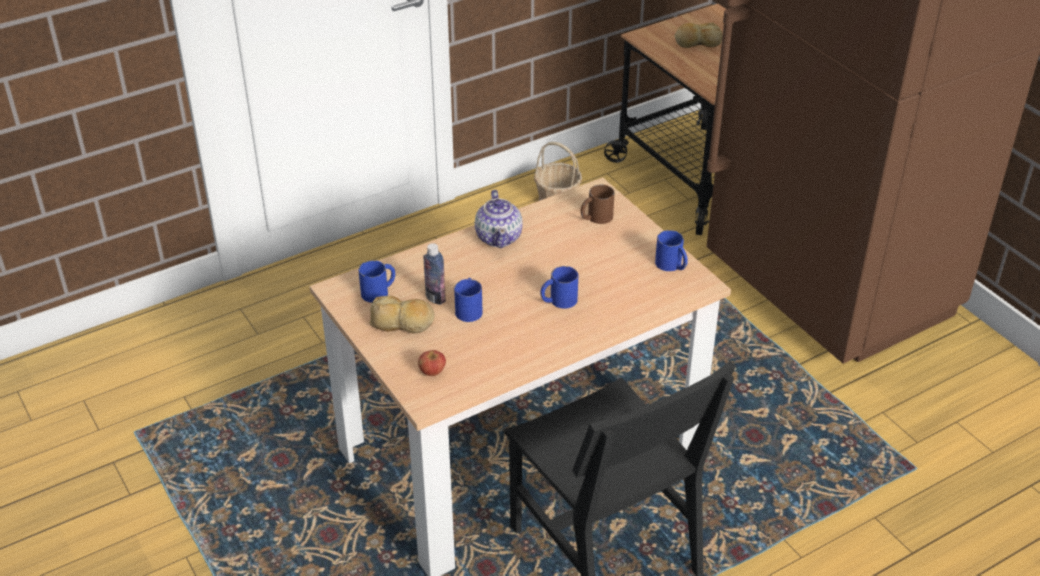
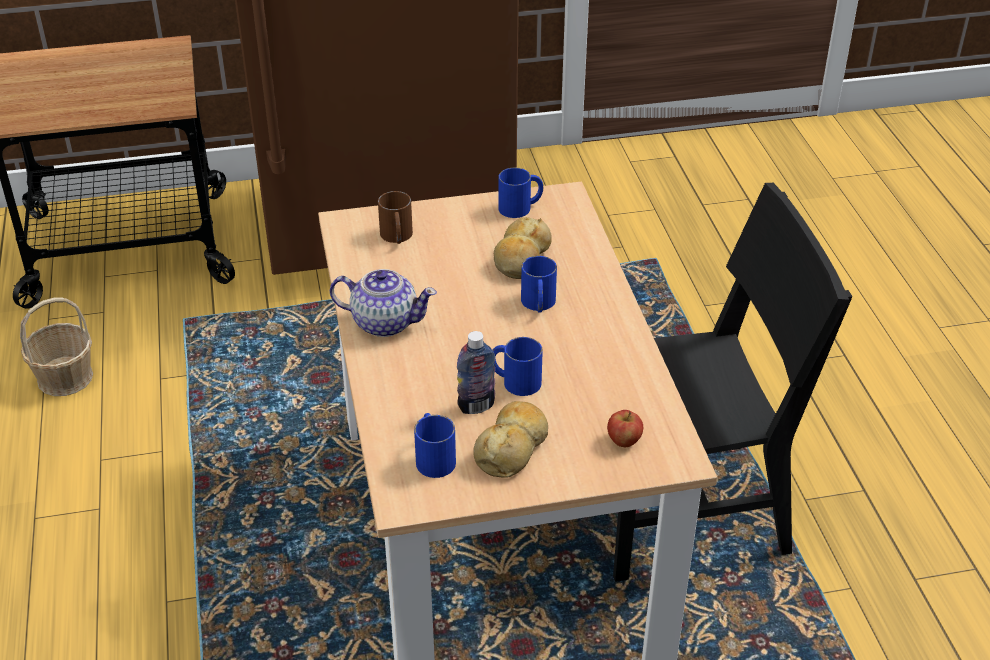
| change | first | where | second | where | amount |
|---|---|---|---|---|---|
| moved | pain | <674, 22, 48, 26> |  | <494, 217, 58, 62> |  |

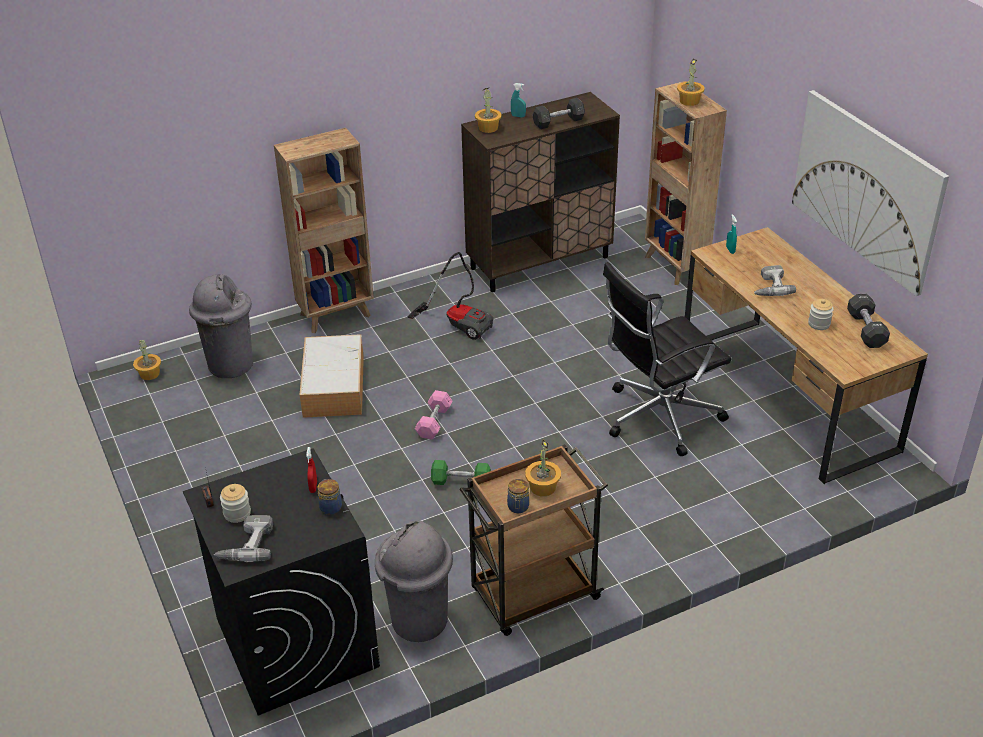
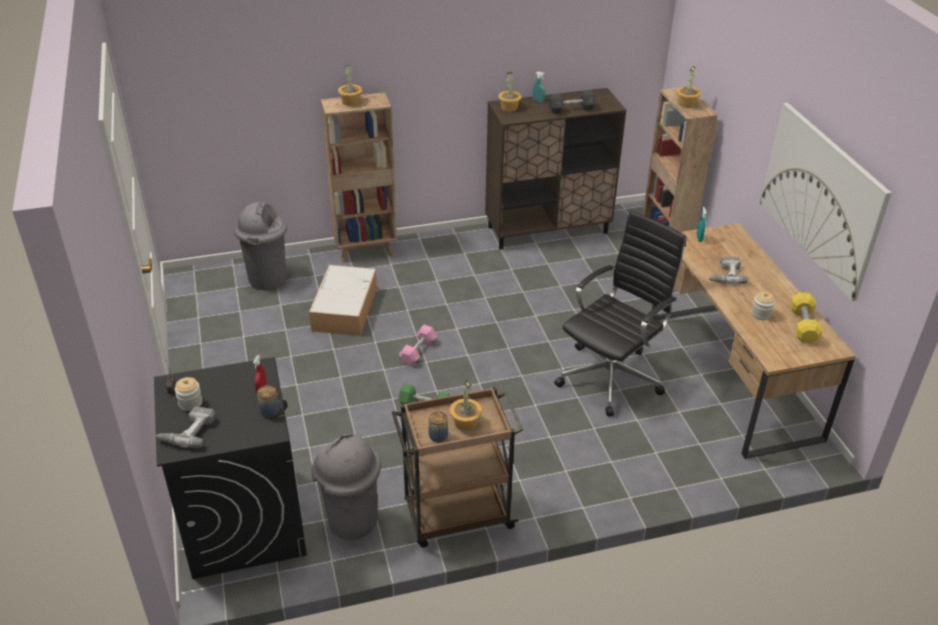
| change | first | where | second | where | amount |
|---|---|---|---|---|---|
| removed | aspirateur | <407, 252, 86, 88> |  |  |  |
| moved | plante en pot | <133, 340, 28, 40> |  | <338, 65, 24, 41> |  |
| recoloured | haltère [noir] | <847, 294, 43, 54> | haltère [jaune] | <790, 292, 32, 51> |  |
| turned | chaise de bureau [noir] | <603, 262, 128, 194> |  | <554, 211, 133, 206> | 150 degrees clockwise |

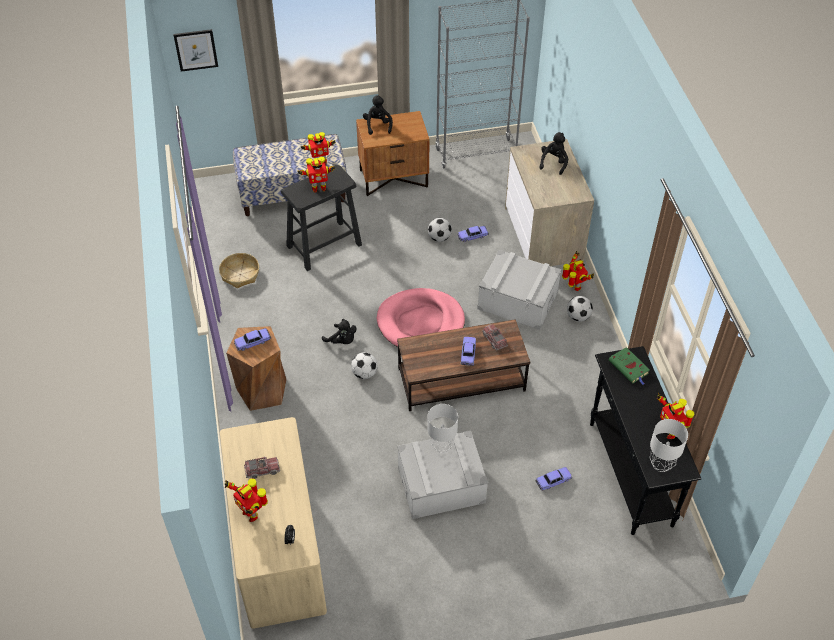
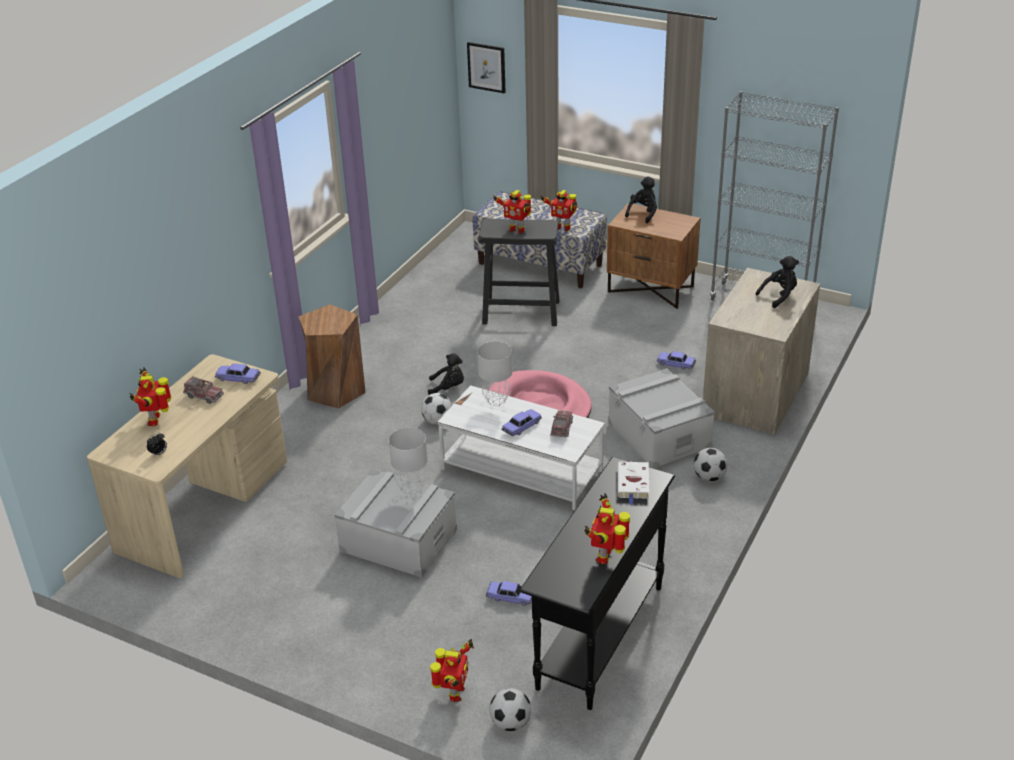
| change | first | where | second | where | amount |
|---|---|---|---|---|---|
| removed | panier | <219, 253, 40, 35> |  |  |  |
| moved | petite voiture | <234, 328, 37, 23> |  | <215, 363, 46, 21> |  |
| moved | ballon de foot | <428, 218, 24, 24> |  | <489, 688, 42, 43> |  |
| moved | robot jouet | <562, 251, 32, 40> |  | <430, 639, 44, 63> |  |
| moved | lampe de table [gris] | <649, 419, 39, 53> |  | <477, 341, 36, 65> |  |
| recoloured | table basse [marron] | <397, 319, 133, 92> | table basse [blanc] | <437, 385, 168, 125> |  |
| recoloured | livre [vert] | <609, 347, 41, 38> | livre [blanc] | <618, 461, 32, 44> |  |
| turned | peluche [noir] | <322, 319, 34, 25> |  | <428, 354, 36, 41> | 75 degrees counterclockwise |

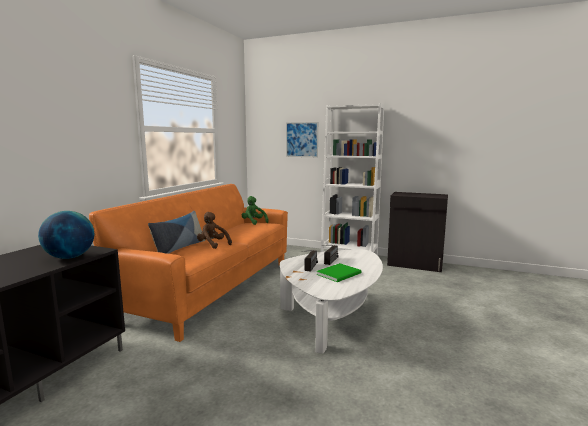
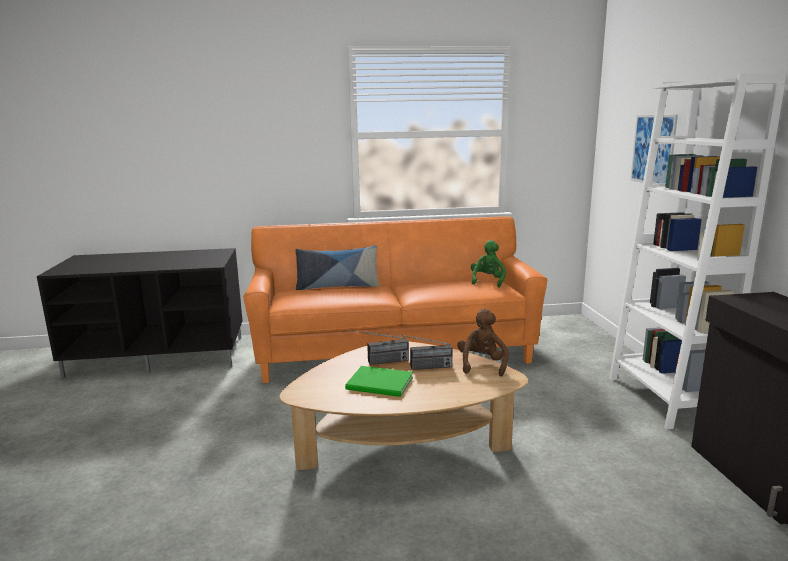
| change | first | where | second | where | amount |
|---|---|---|---|---|---|
| removed | globe | <38, 211, 56, 48> |  |  |  |
| moved | peluche [marron] | <197, 212, 35, 37> |  | <457, 309, 52, 68> |  |
| recoloured | table basse [blanc] | <280, 249, 103, 105> | table basse [marron] | <280, 341, 248, 129> |  |

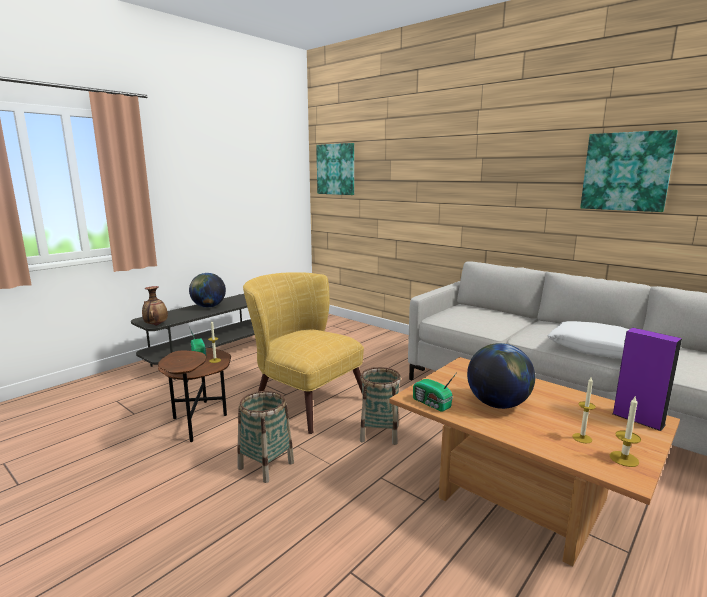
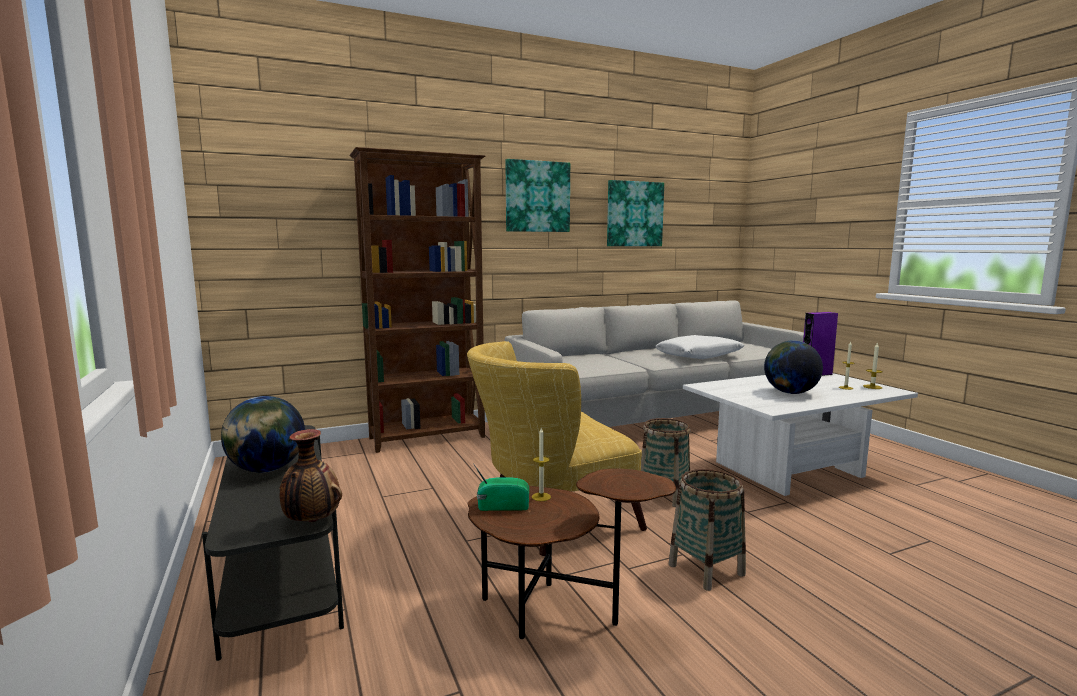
| change | first | where | second | where | amount |
|---|---|---|---|---|---|
| removed | radio | <413, 374, 43, 38> |  |  |  |
| added |  |  | bibliothèque [marron] | <349, 147, 136, 306> |  |
| moved | tableau | <316, 143, 38, 52> |  | <505, 159, 65, 73> |  |
| recoloured | table basse [marron] | <389, 357, 291, 210> | table basse [blanc] | <683, 373, 235, 123> |  |

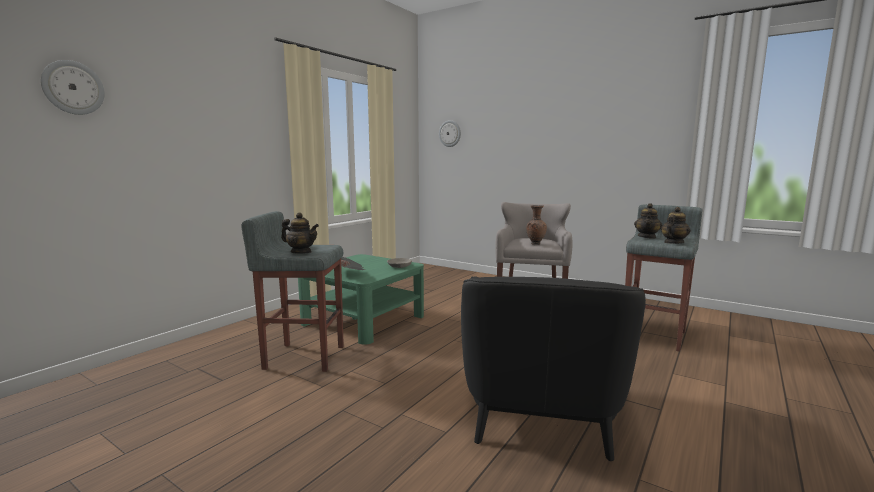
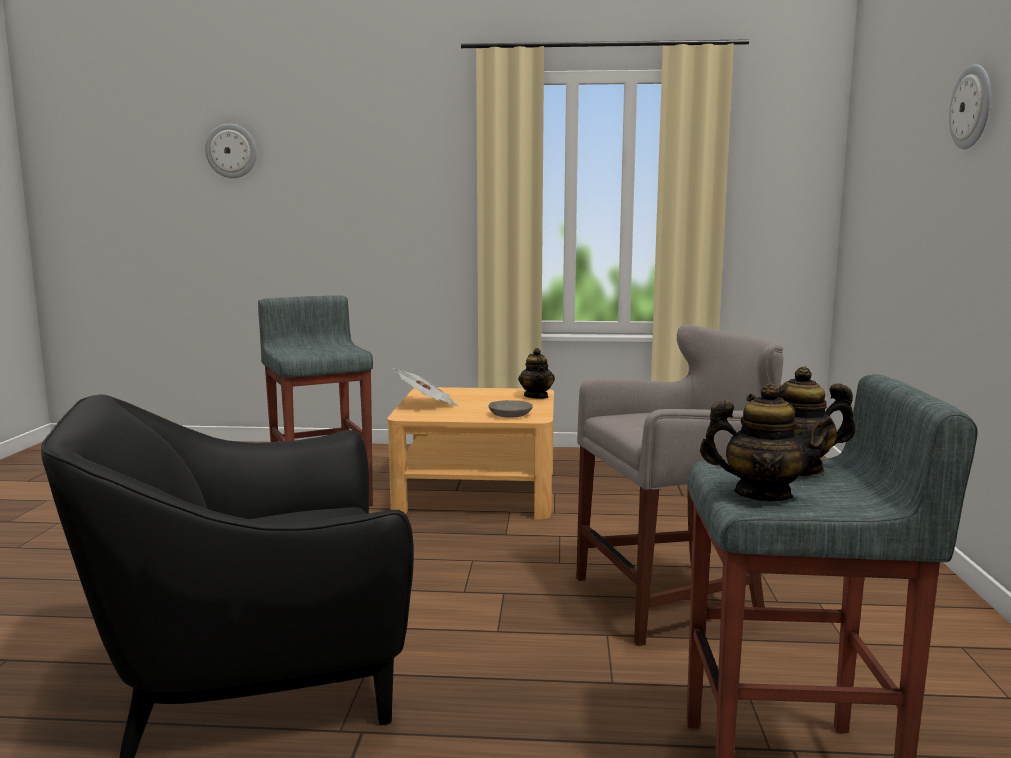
| change | first | where | second | where | amount |
|---|---|---|---|---|---|
| removed | vase [marron] | <526, 205, 21, 40> |  |  |  |
| moved | théière | <281, 213, 38, 41> |  | <518, 348, 37, 51> |  |
| moved | horloge murale | <439, 120, 22, 27> |  | <949, 64, 42, 85> |  |
| recoloured | table basse [vert] | <298, 254, 126, 91> | table basse [beige] | <387, 387, 167, 133> |  |

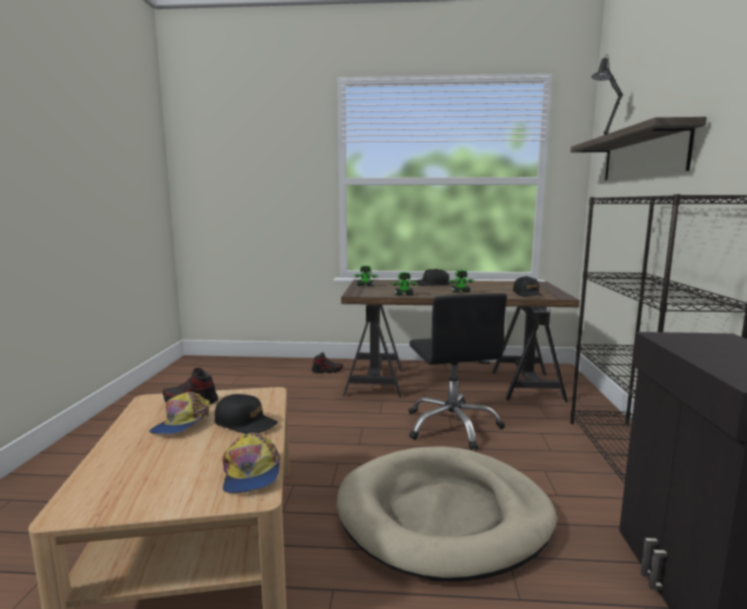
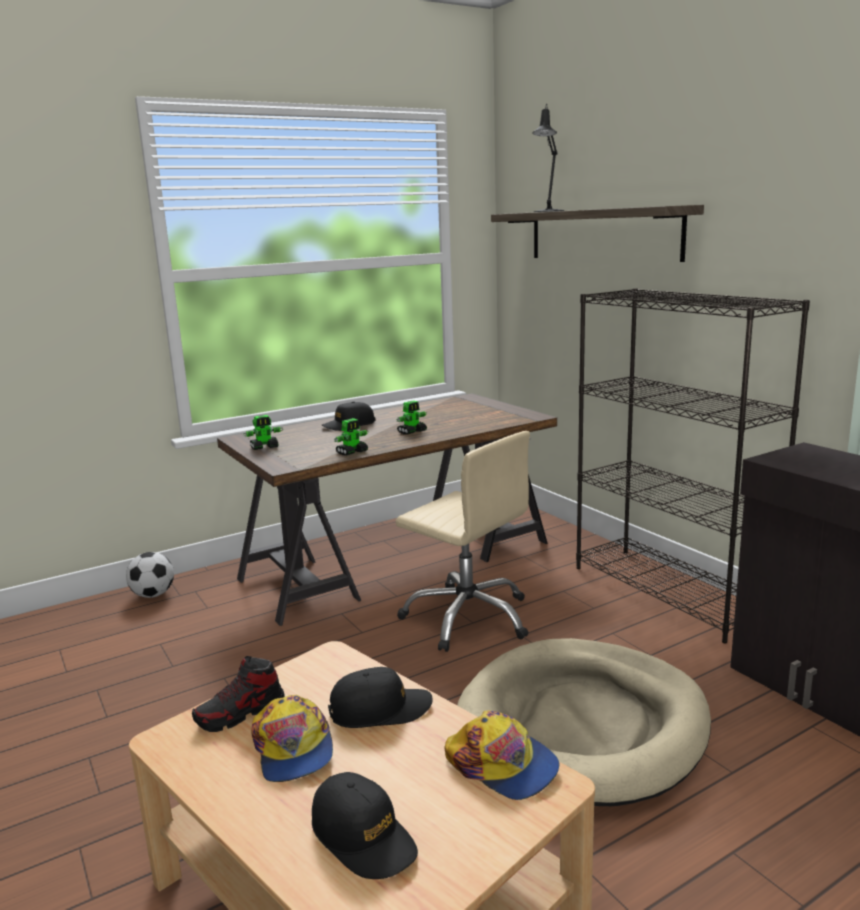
| change | first | where | second | where | amount |
|---|---|---|---|---|---|
| removed | chaussure | <312, 353, 31, 20> |  |  |  |
| added |  |  | ballon de foot | <126, 552, 48, 46> |  |
| moved | casquette [noir] | <513, 276, 30, 21> |  | <312, 772, 106, 107> |  |
| recoloured | chaise de bureau [noir] | <409, 293, 98, 157> | chaise de bureau [beige] | <396, 431, 134, 221> |  |

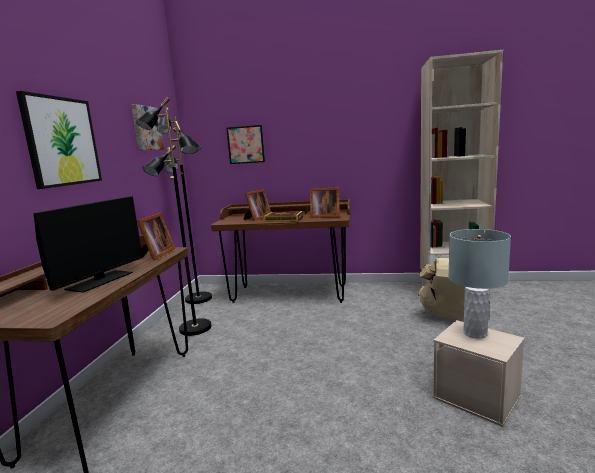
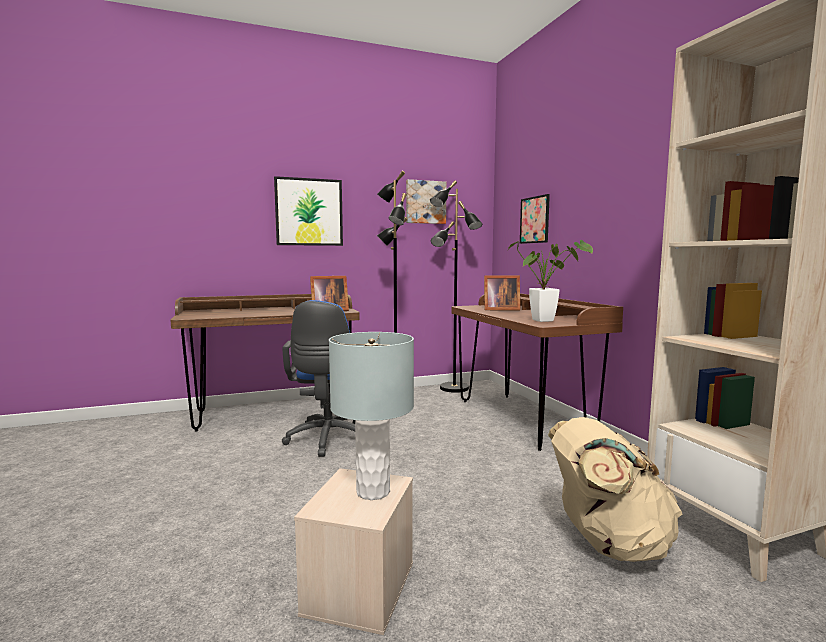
| change | first | where | second | where | amount |
|---|---|---|---|---|---|
| removed | écran d'ordinateur | <34, 196, 109, 97> |  |  |  |
| removed | livre | <264, 211, 39, 11> |  |  |  |
| added |  |  | chaise de bureau [bleu] | <282, 300, 73, 157> |  |
| replaced | cadre photo | <310, 187, 29, 31> | plante en pot | <508, 240, 85, 82> |  |

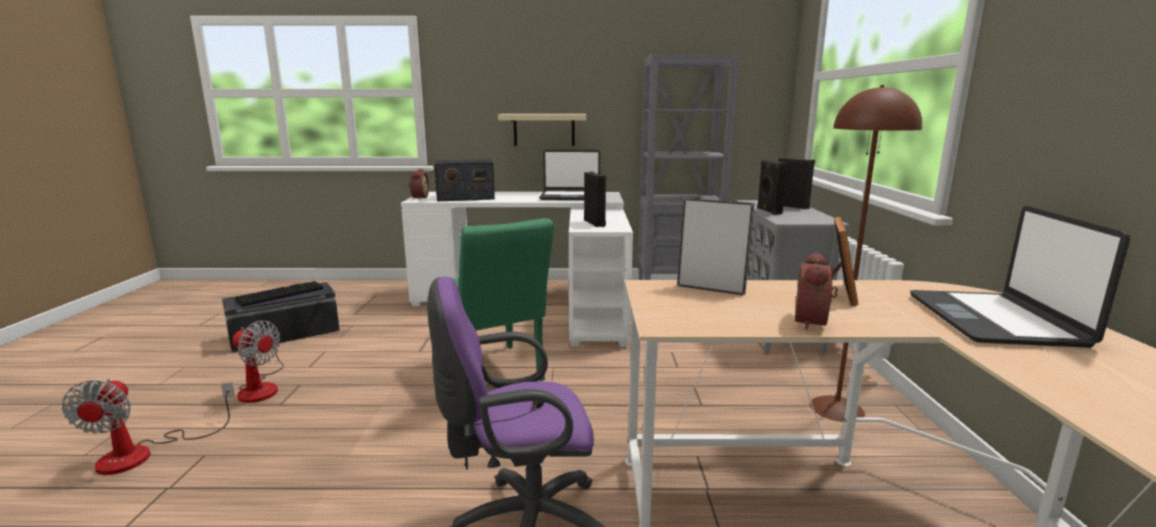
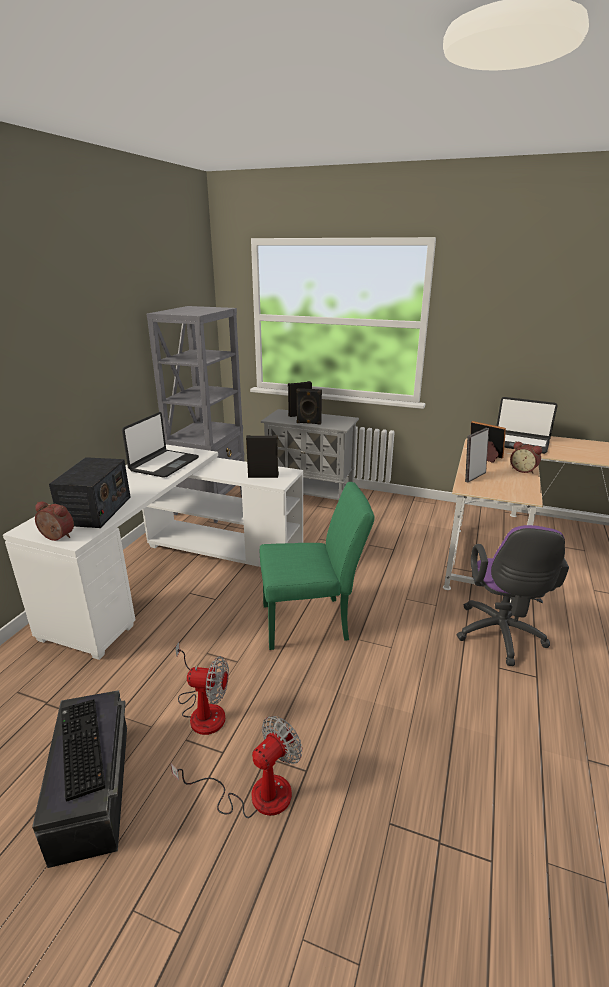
| change | first | where | second | where | amount |
|---|---|---|---|---|---|
| removed | étagère [beige] | <498, 114, 89, 32> |  |  |  |
| removed | lampadaire [marron] | <810, 85, 112, 337> |  |  |  |
| moved | ventilateur | <61, 379, 174, 96> |  | <175, 642, 54, 93> |  |

